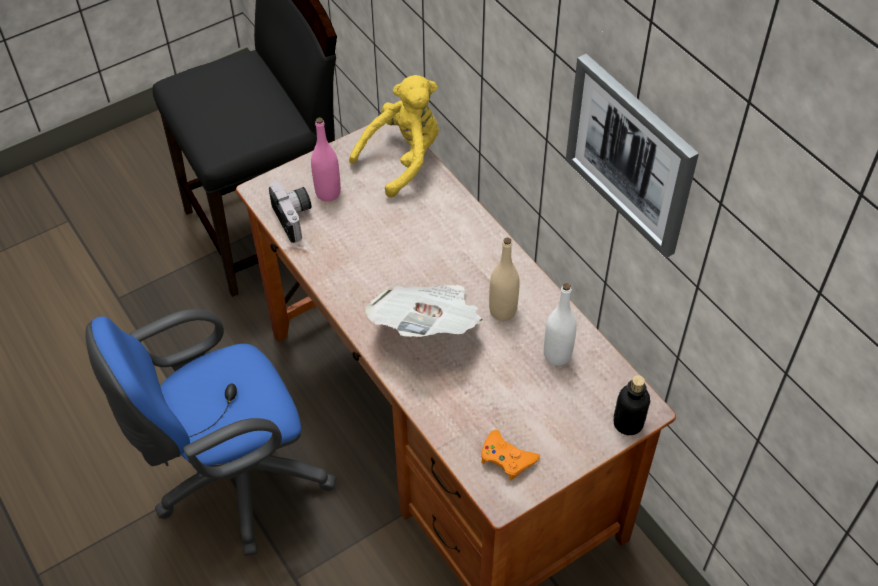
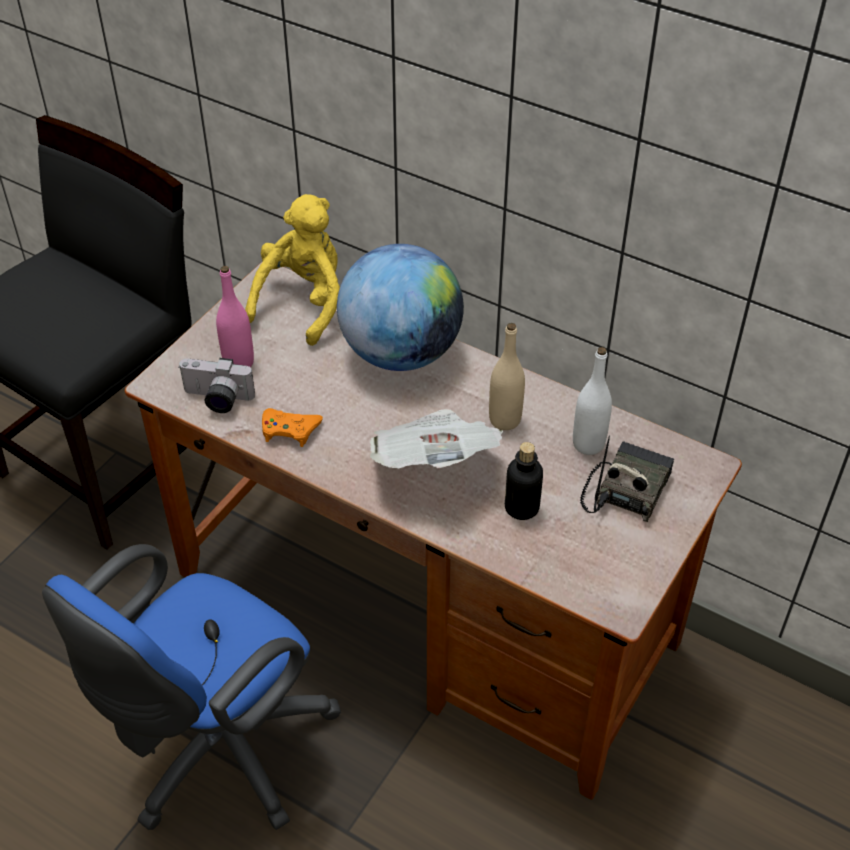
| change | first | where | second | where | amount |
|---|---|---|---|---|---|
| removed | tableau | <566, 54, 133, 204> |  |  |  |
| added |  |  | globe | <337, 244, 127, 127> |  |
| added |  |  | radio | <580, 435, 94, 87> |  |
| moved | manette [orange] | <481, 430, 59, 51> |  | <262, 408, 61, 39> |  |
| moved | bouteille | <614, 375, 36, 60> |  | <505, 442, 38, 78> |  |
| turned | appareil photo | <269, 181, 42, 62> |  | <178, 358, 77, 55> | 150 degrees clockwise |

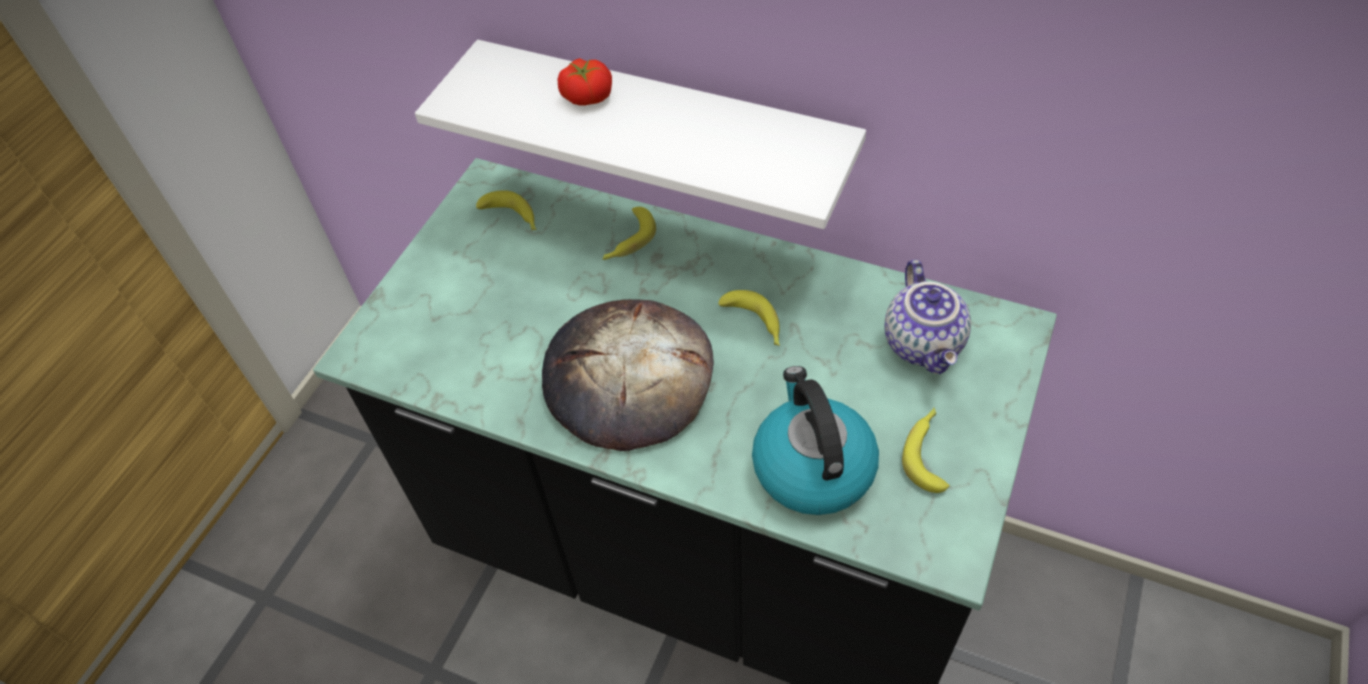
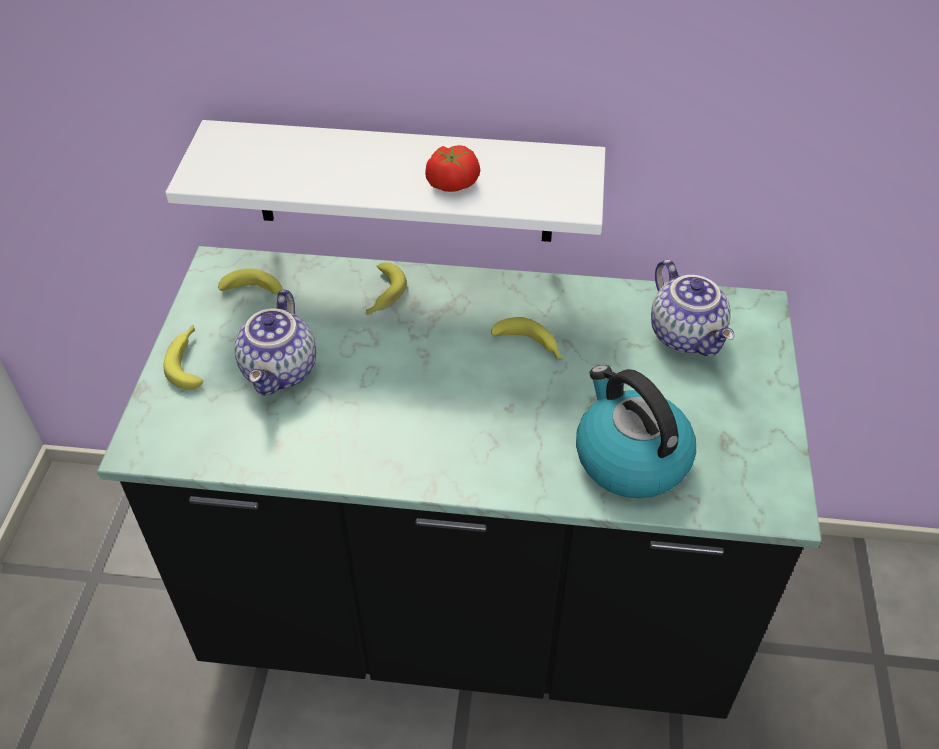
| change | first | where | second | where | amount |
|---|---|---|---|---|---|
| removed | pain | <542, 299, 172, 152> |  |  |  |
| added |  |  | théière | <234, 289, 82, 107> |  |
| moved | tomate | <558, 58, 54, 48> |  | <425, 145, 55, 47> |  |
| moved | banane | <902, 407, 47, 86> |  | <163, 325, 41, 65> |  |

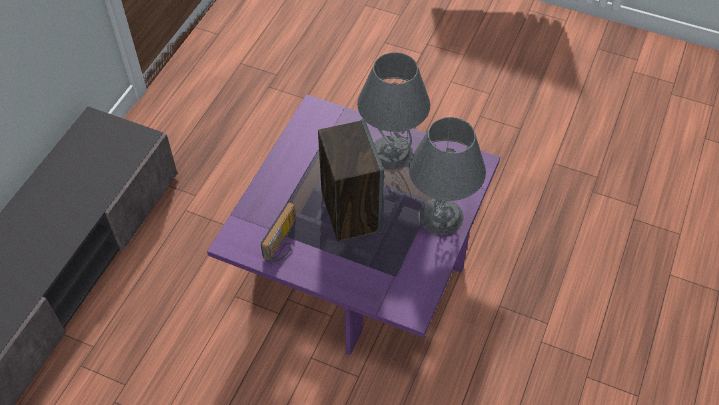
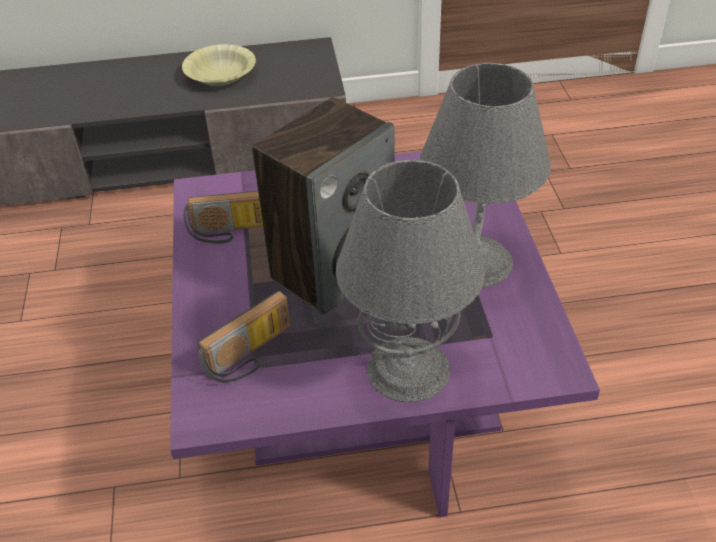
| change | first | where | second | where | amount |
|---|---|---|---|---|---|
| added |  |  | bol [jaune] | <182, 44, 74, 42> |  |
| added |  |  | radio | <198, 291, 92, 92> |  |

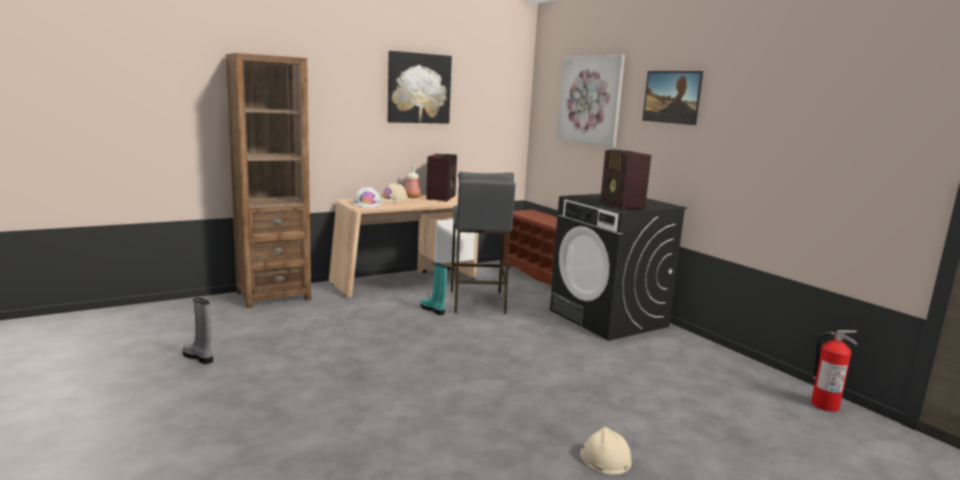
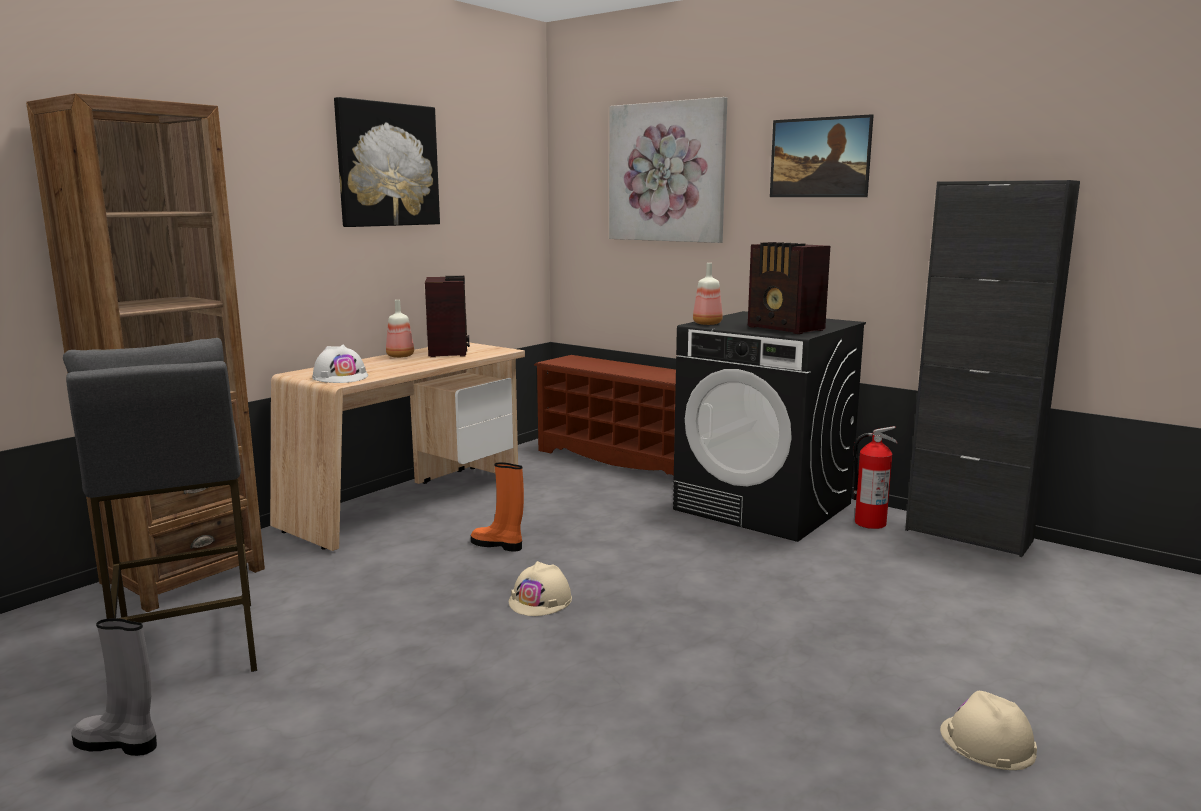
| change | first | where | second | where | amount |
|---|---|---|---|---|---|
| added |  |  | bouteille | <693, 263, 30, 62> |  |
| added |  |  | meuble de rangement [noir] | <905, 180, 175, 377> |  |
| moved | casque de chantier [beige] | <381, 183, 27, 19> |  | <509, 561, 63, 55> |  |
| moved | tabouret [gris] | <451, 171, 64, 143> |  | <63, 338, 194, 334> |  |
| moved | extincteur | <811, 330, 46, 82> |  | <854, 426, 43, 103> |  |
| recoloured | botte [turquoise] | <421, 263, 26, 52> | botte [orange] | <471, 462, 53, 90> |  |

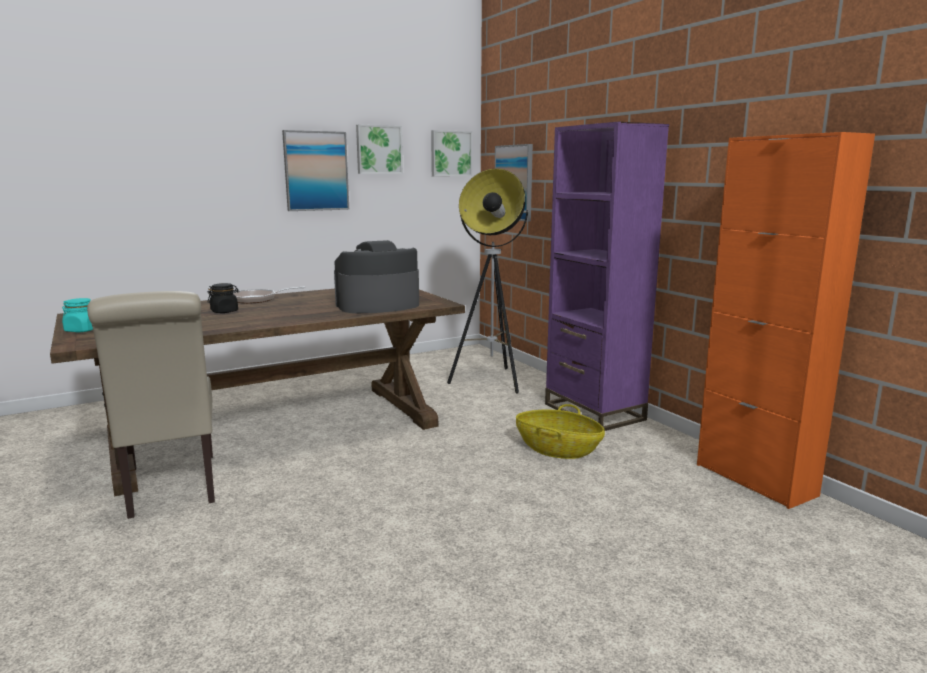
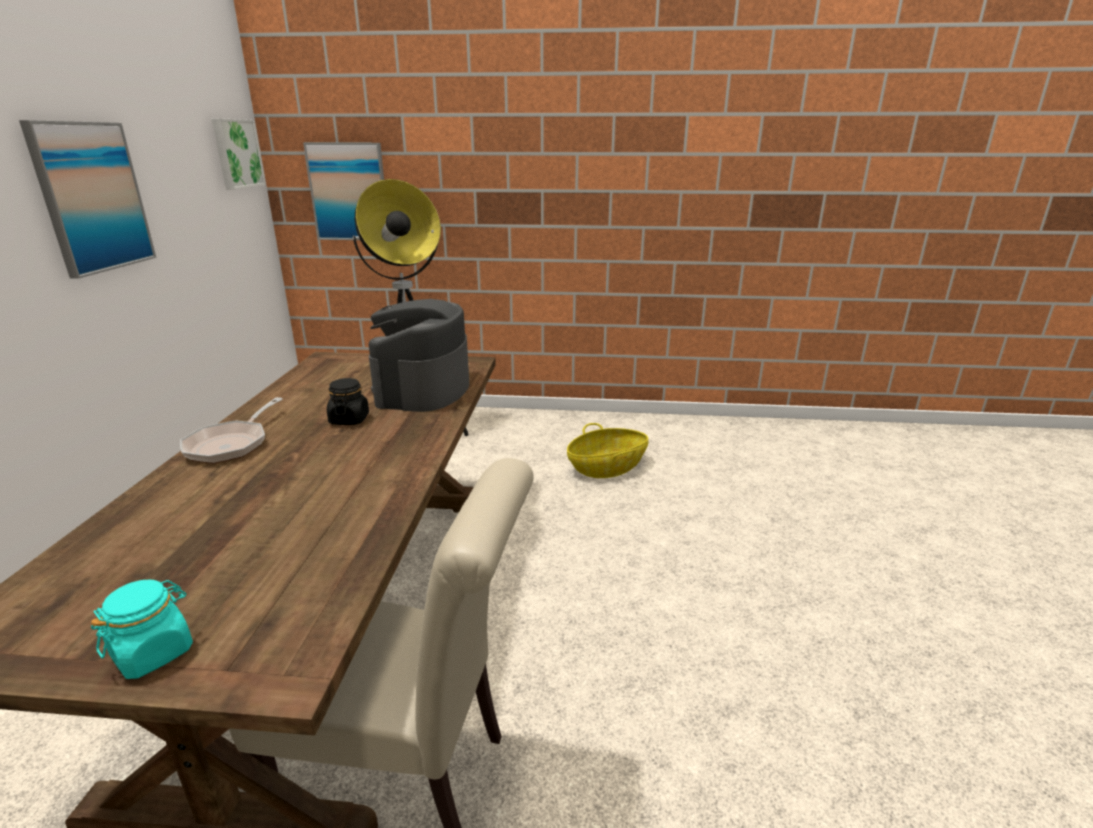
| change | first | where | second | where | amount |
|---|---|---|---|---|---|
| removed | tableau | <356, 124, 47, 50> |  |  |  |
| removed | bibliothèque [violet] | <545, 122, 124, 309> |  |  |  |
| removed | meuble de rangement [orange] | <697, 132, 178, 377> |  |  |  |
| moved | bocal [noir] | <207, 283, 32, 30> |  | <327, 378, 42, 47> |  |

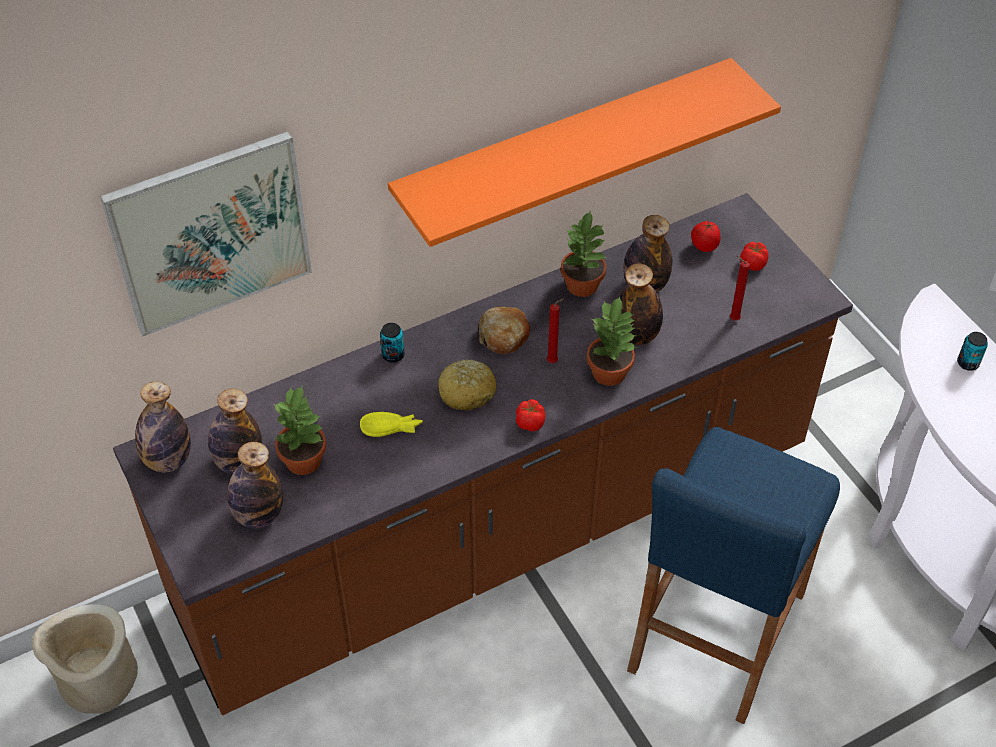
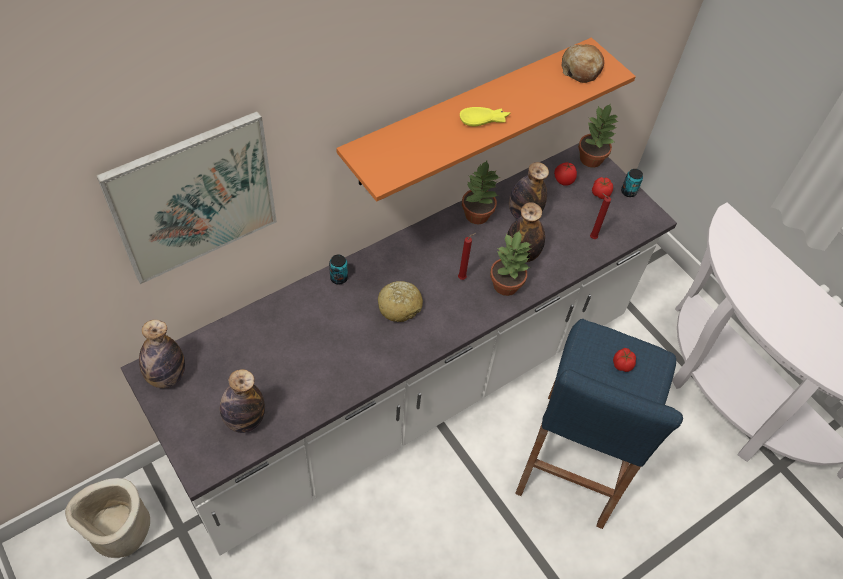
| change | first | where | second | where | amount |
|---|---|---|---|---|---|
| removed | bouteille | <208, 389, 54, 85> |  |  |  |
| moved | plante en pot | <273, 386, 53, 89> |  | <578, 103, 40, 65> |  |
| moved | bol [jaune] | <360, 412, 63, 25> |  | <460, 107, 50, 19> |  |
| moved | pain | <479, 307, 51, 47> |  | <561, 44, 43, 39> |  |
| moved | tomate | <516, 399, 29, 32> |  | <613, 348, 23, 24> |  |
| moved | boîte métallique | <957, 332, 31, 39> |  | <621, 169, 22, 28> |  |
| recoloured | comptoir de cuisine [marron] | <113, 193, 740, 522> | comptoir de cuisine [blanc] | <121, 143, 556, 413> |  |

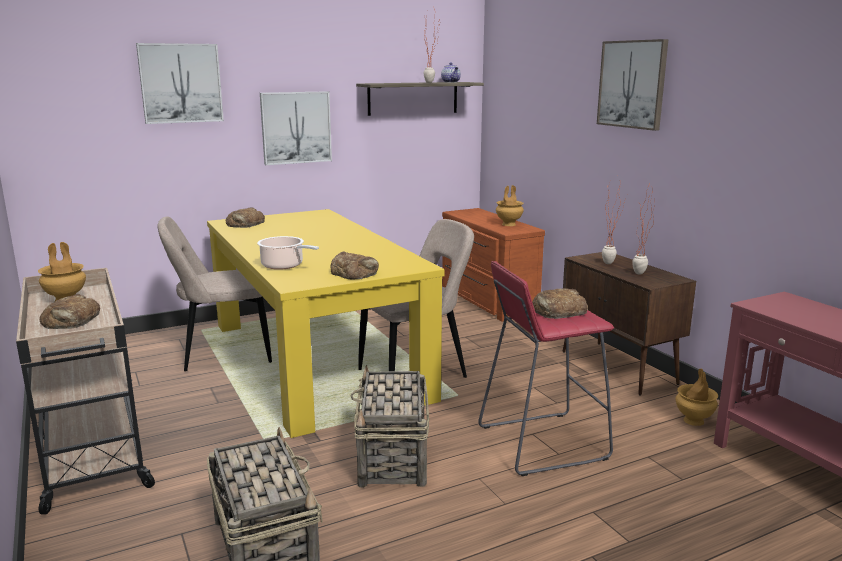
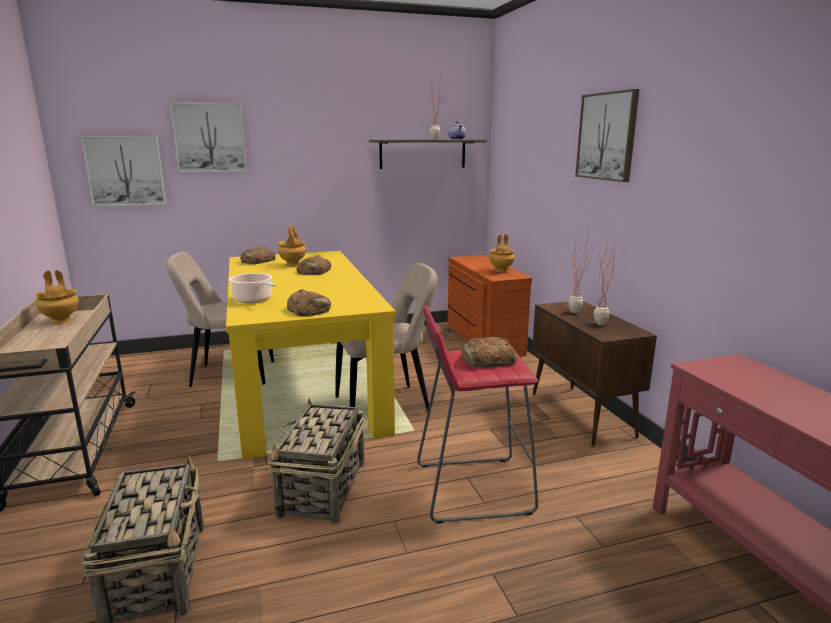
| change | first | where | second | where | amount |
|---|---|---|---|---|---|
| moved | pain | <40, 294, 60, 35> |  | <297, 256, 34, 19> |  |
| moved | tableau | <260, 91, 72, 74> |  | <81, 136, 85, 71> |  |
| moved | vase [marron] | <676, 369, 42, 57> |  | <277, 225, 29, 42> |  |

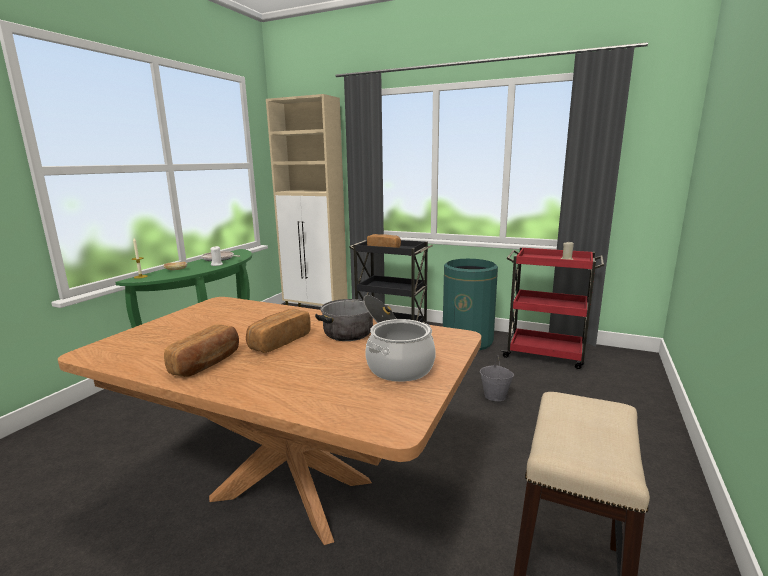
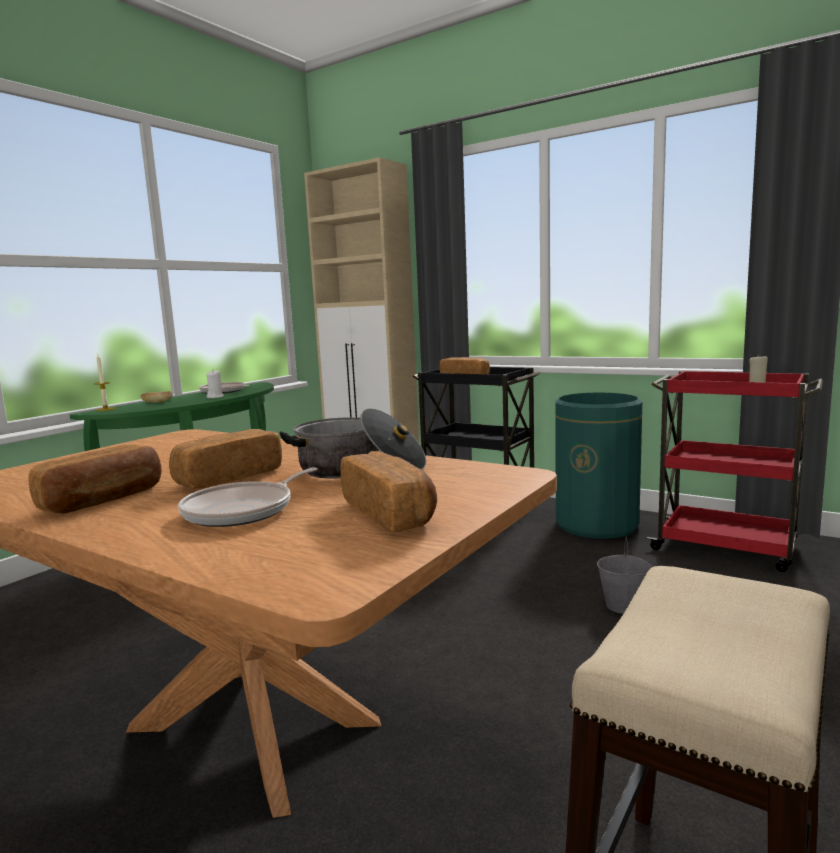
| change | first | where | second | where | amount |
|---|---|---|---|---|---|
| added |  |  | poêle | <178, 467, 139, 60> |  |
| replaced | marmite | <365, 319, 71, 63> | pain | <340, 451, 97, 81> |  |

